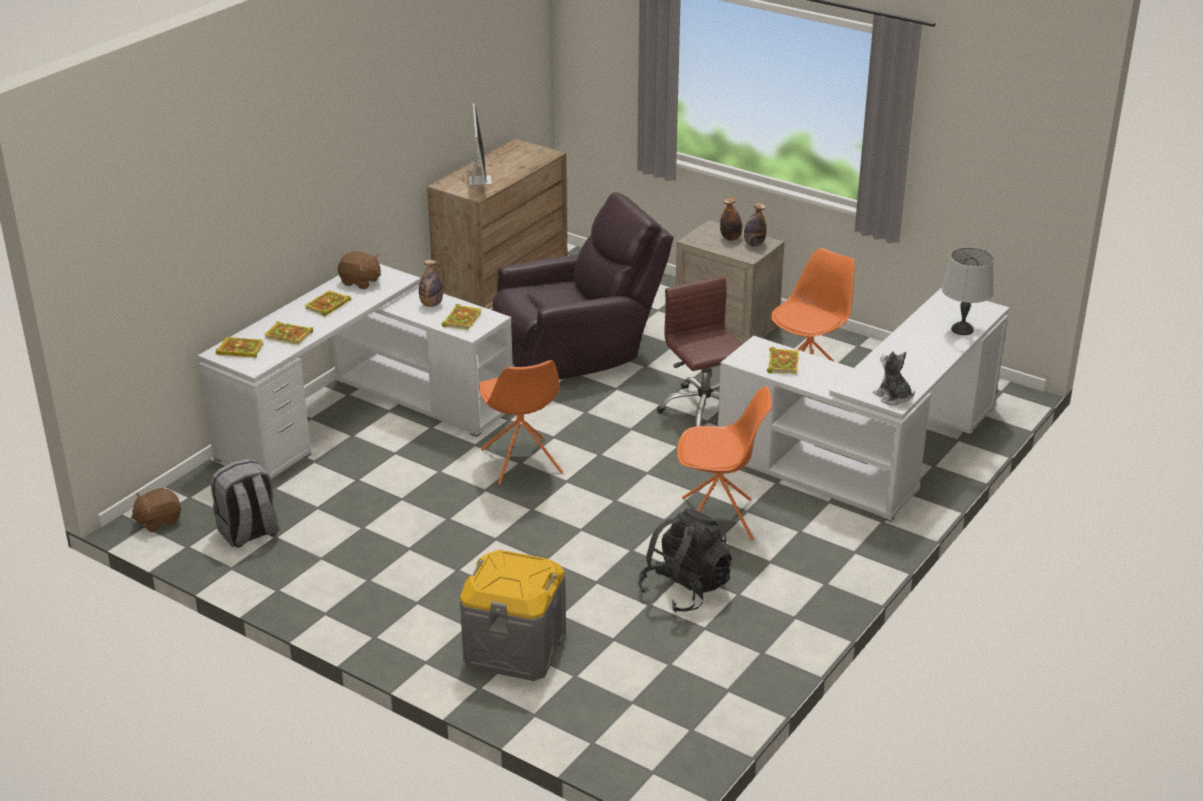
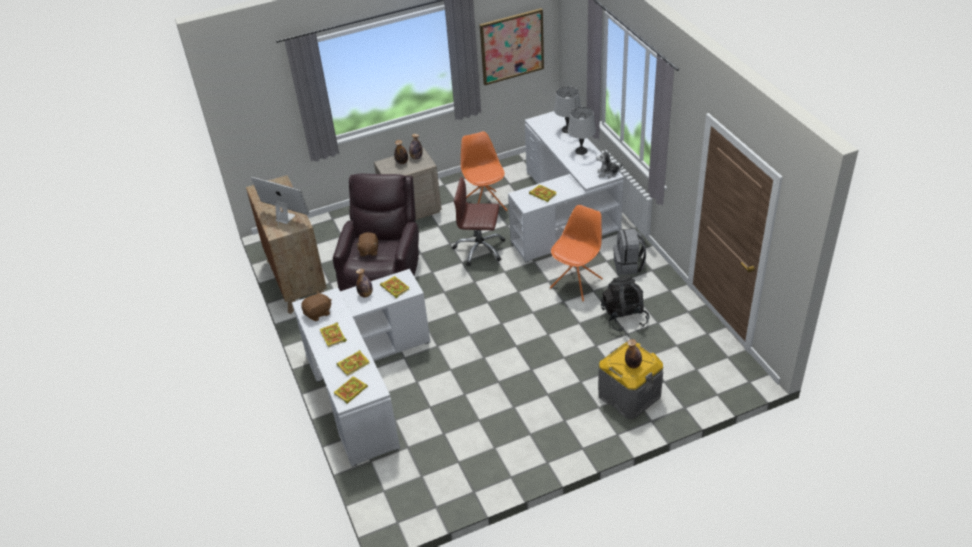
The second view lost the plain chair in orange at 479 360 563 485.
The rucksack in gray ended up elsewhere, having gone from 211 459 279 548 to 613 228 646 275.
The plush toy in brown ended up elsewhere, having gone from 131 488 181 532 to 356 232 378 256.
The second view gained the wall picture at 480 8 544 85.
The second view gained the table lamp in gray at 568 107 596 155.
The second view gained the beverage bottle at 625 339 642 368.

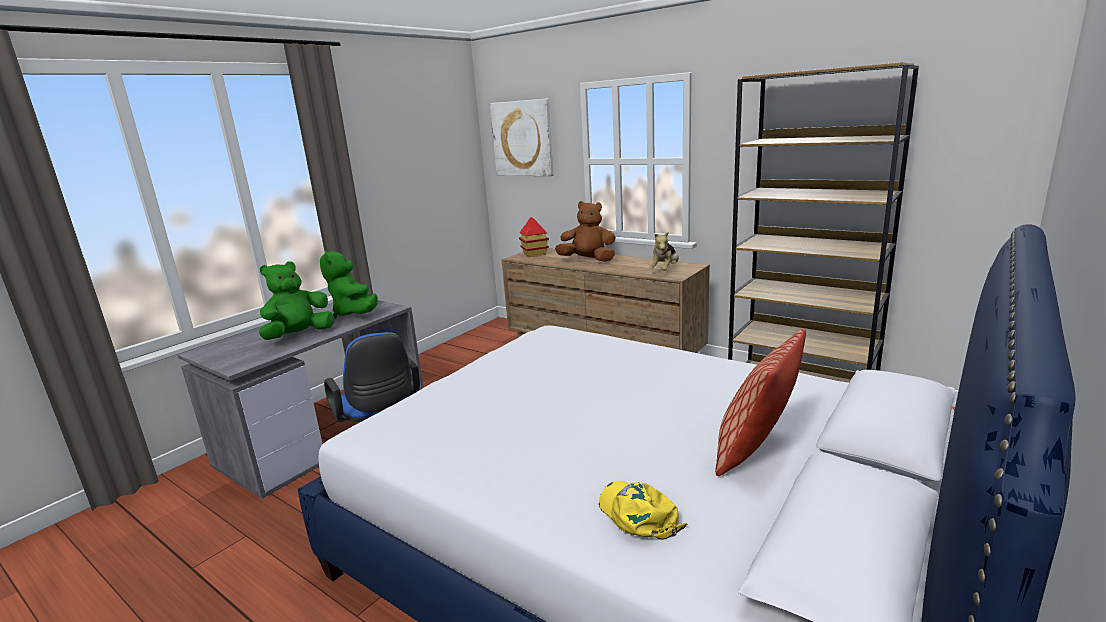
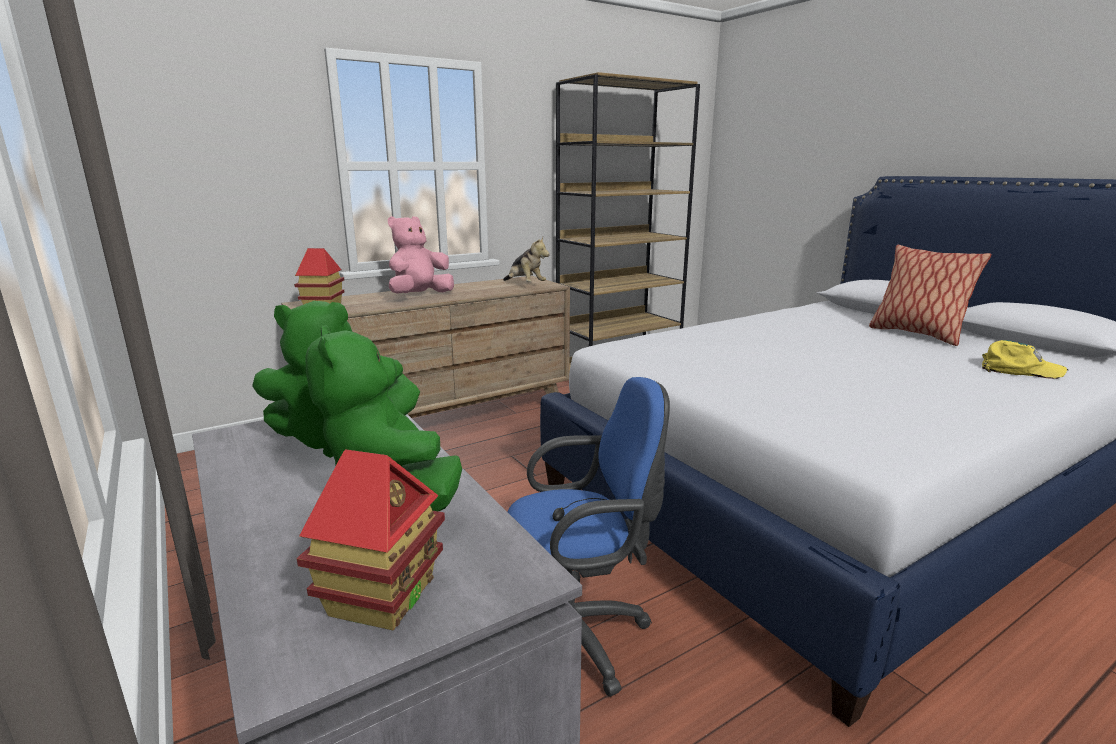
The second view lost the wall picture at 490 99 554 176.
What was the plush toy in brown at 555 201 616 262 turned into the plush toy in pink-coloured at 388 216 454 294.
The cap in yellow at 599 481 687 540 ended up facing another way, 150 degrees counterclockwise from before.
The second view gained the model house at 297 449 445 630.

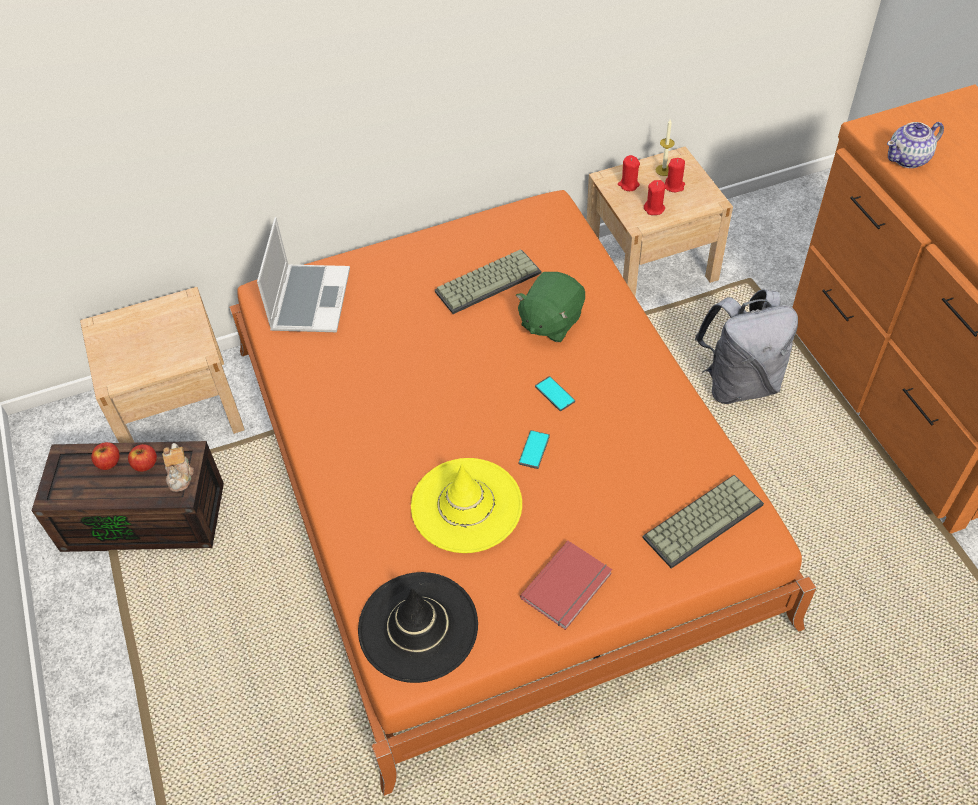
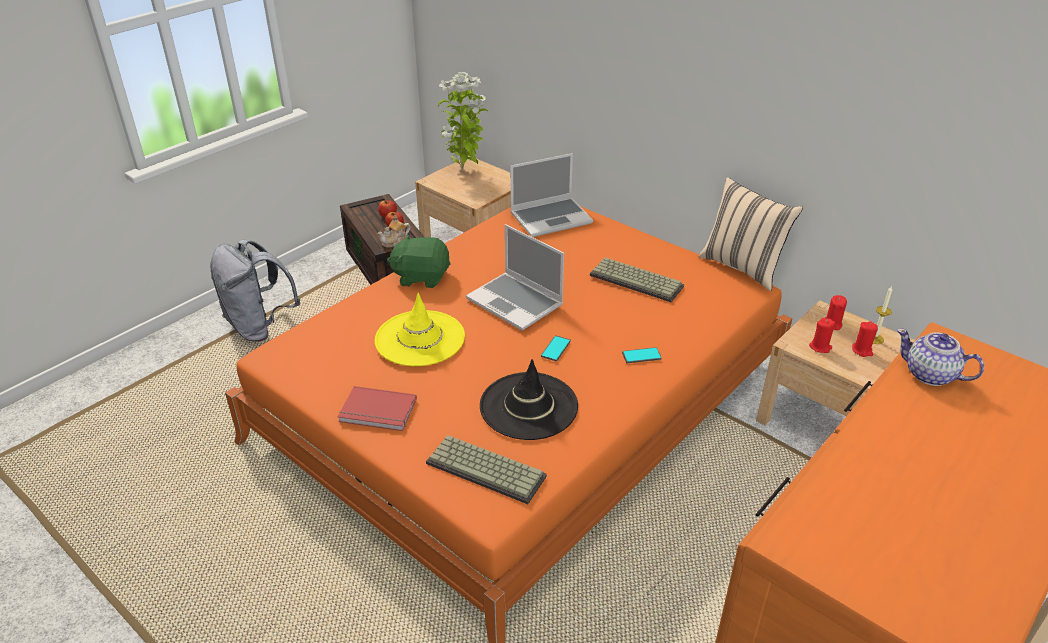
The plush toy in greenish ended up elsewhere, having gone from 516 272 585 342 to 387 234 451 288.
The rucksack in gray ended up elsewhere, having gone from 695 289 798 404 to 211 240 300 342.
The telephone ended up elsewhere, having gone from 519 430 550 469 to 622 347 662 363.
The hat in blackish ended up elsewhere, having gone from 358 572 478 683 to 480 359 578 440.
The second view gained the potted plant at 438 72 488 172.
The second view gained the throw pillow in sand-coloured at 699 177 803 291.
The second view gained the portable computer at 466 224 564 331.

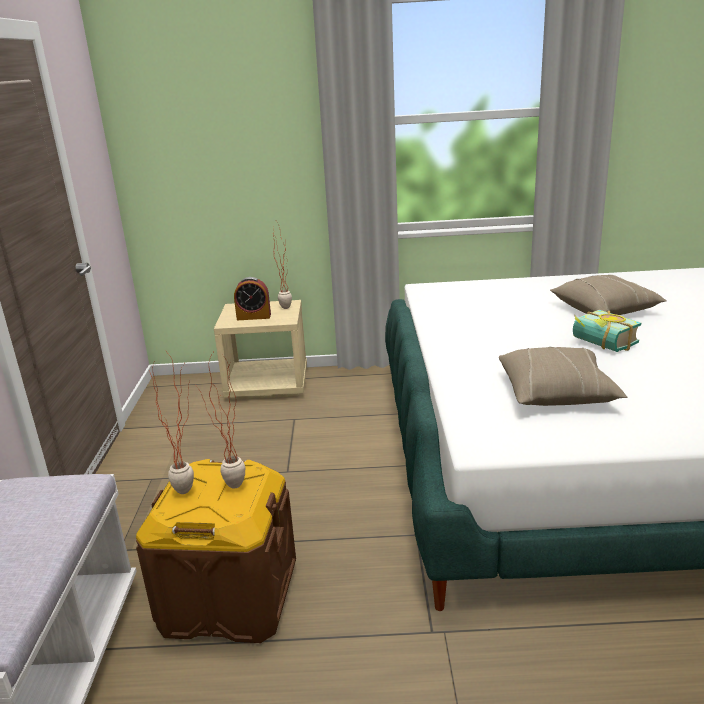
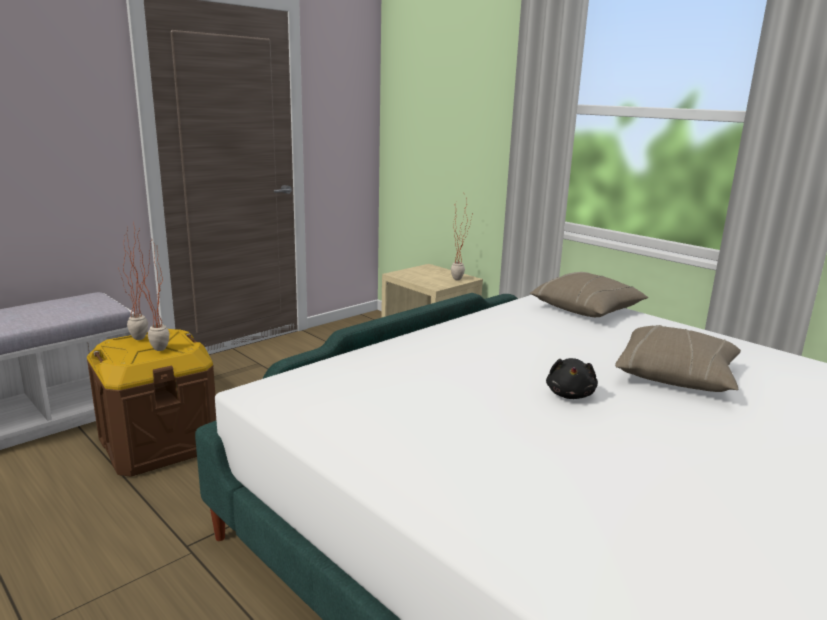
The second view lost the table clock at 234 277 271 320.
Where the volume stood at 573 310 641 352, the plush toy in blackish came to stand at 546 358 598 399.
The throw pillow in sand-coloured ended up elsewhere, having gone from 499 347 627 406 to 530 272 648 317.

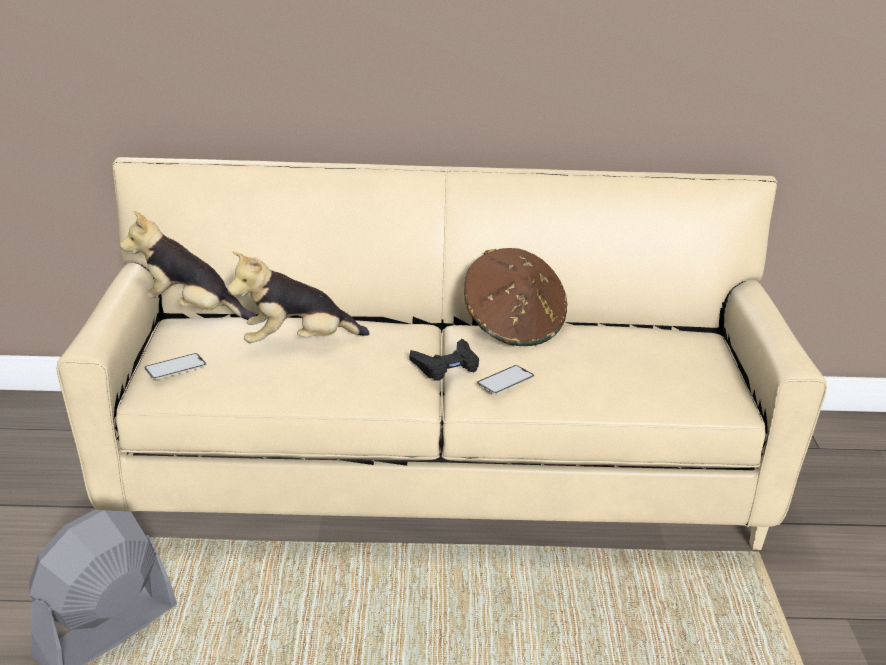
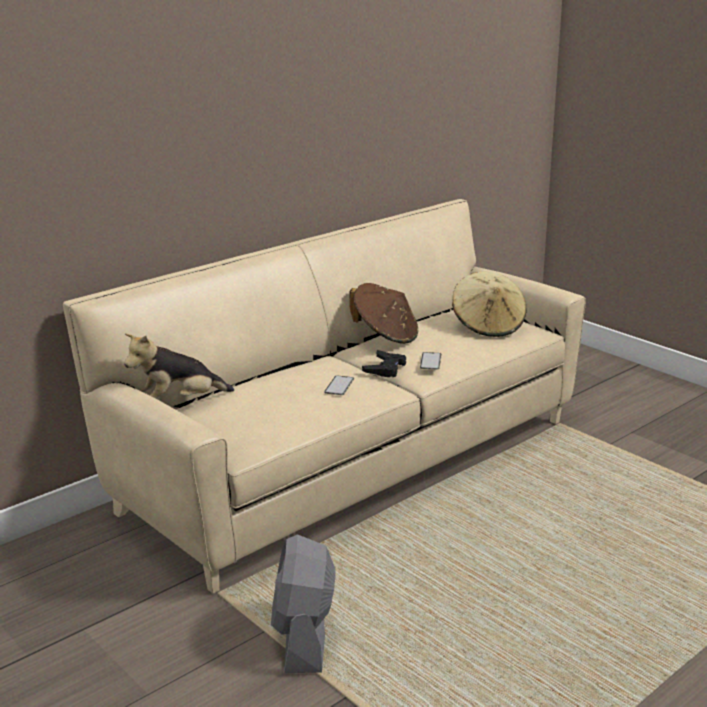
The second view lost the plush toy at 227 251 370 343.
The telephone ended up elsewhere, having gone from 144 353 206 380 to 324 376 354 395.
The second view gained the hat in sand-coloured at 452 271 527 337.

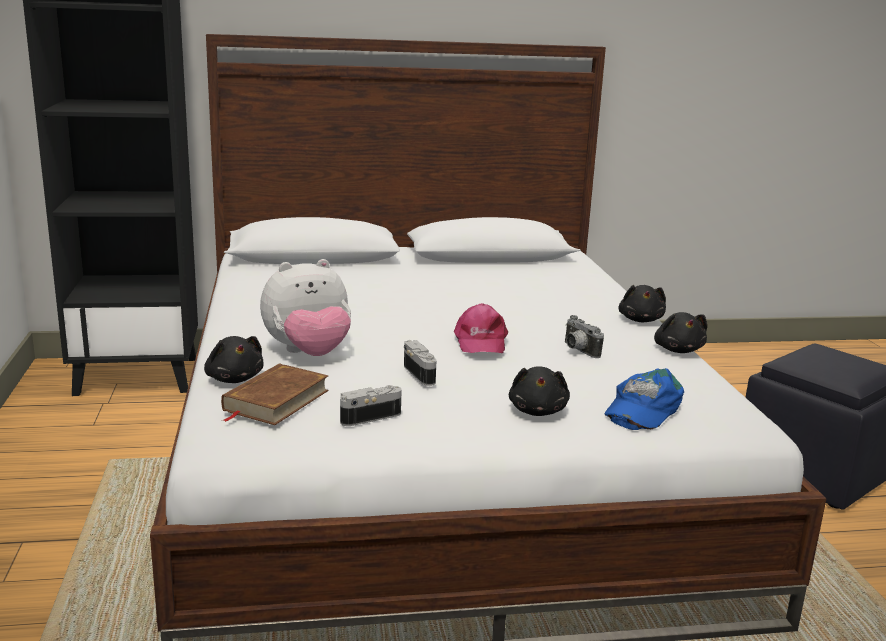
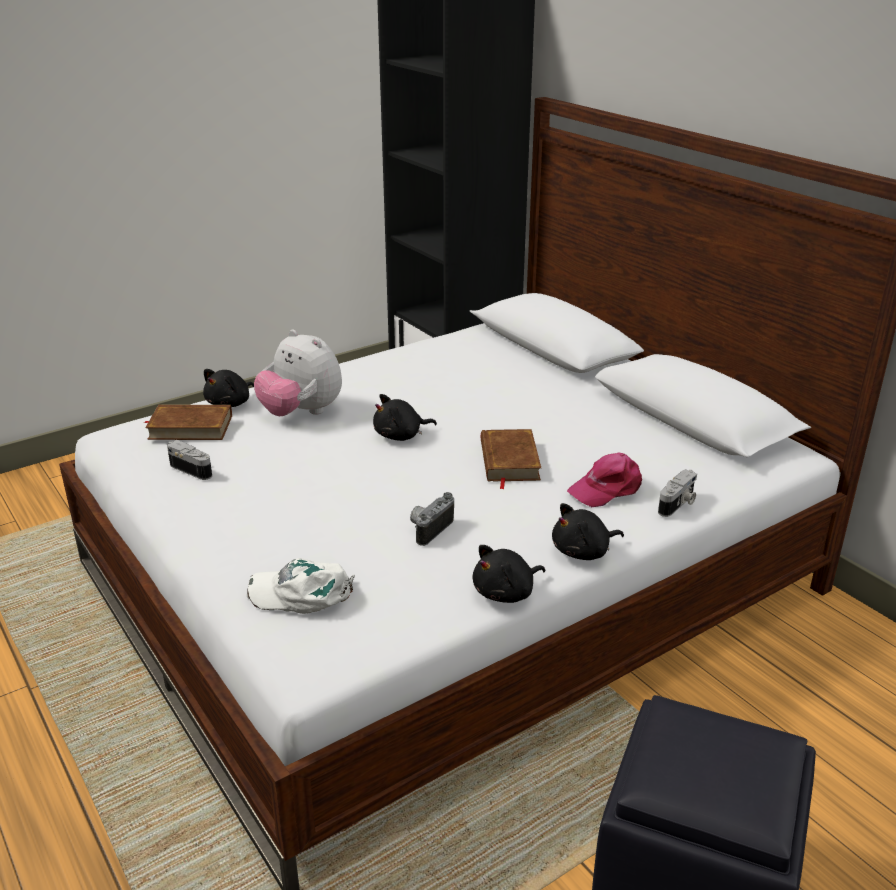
The cap in pink-coloured ended up elsewhere, having gone from 454 303 508 353 to 567 452 642 507.
The still camera ended up elsewhere, having gone from 404 340 437 386 to 658 469 697 517.
The plush toy in blackish ended up elsewhere, having gone from 509 366 570 416 to 373 394 437 441.
What was the cap in blue-coloured at 604 368 684 430 turned into the cap in white at 247 558 355 614.
The second view gained the volume in brown at 481 429 541 489.

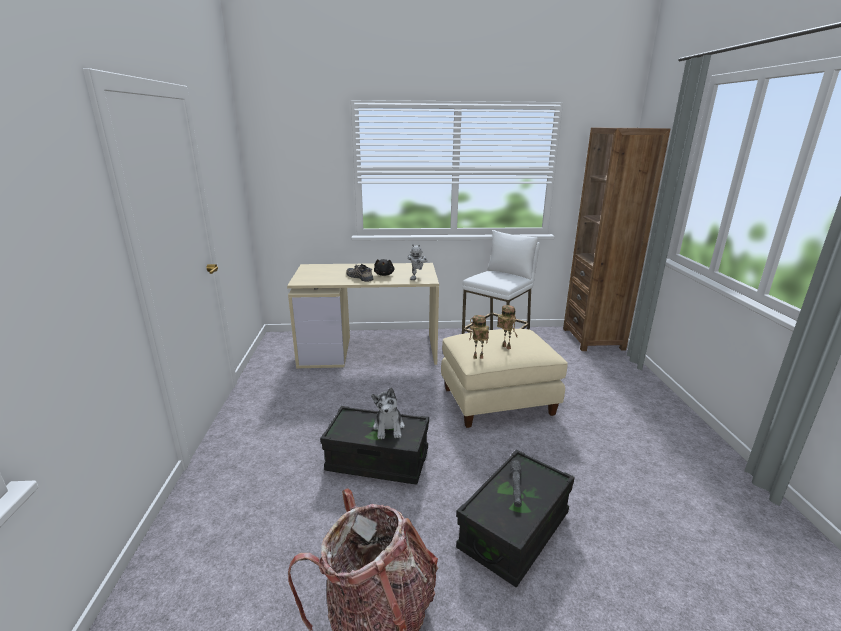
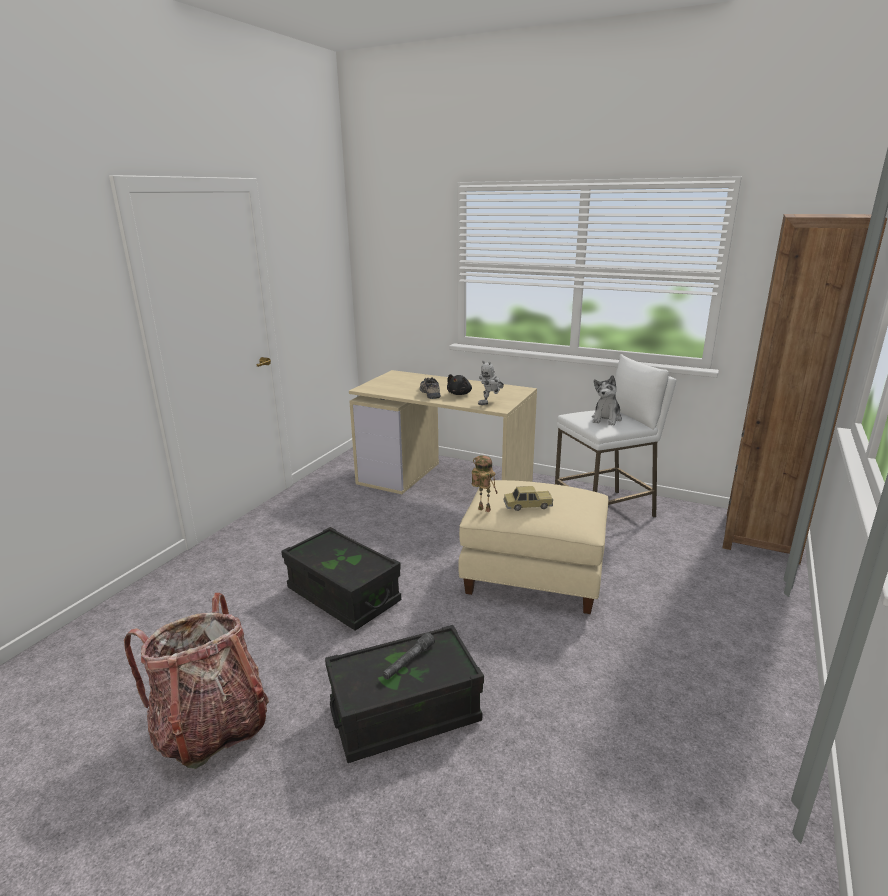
Where the robot figure stood at 497 305 517 350, the toy car came to stand at 503 486 553 511.
The plush toy ended up elsewhere, having gone from 371 388 405 439 to 592 375 622 426.

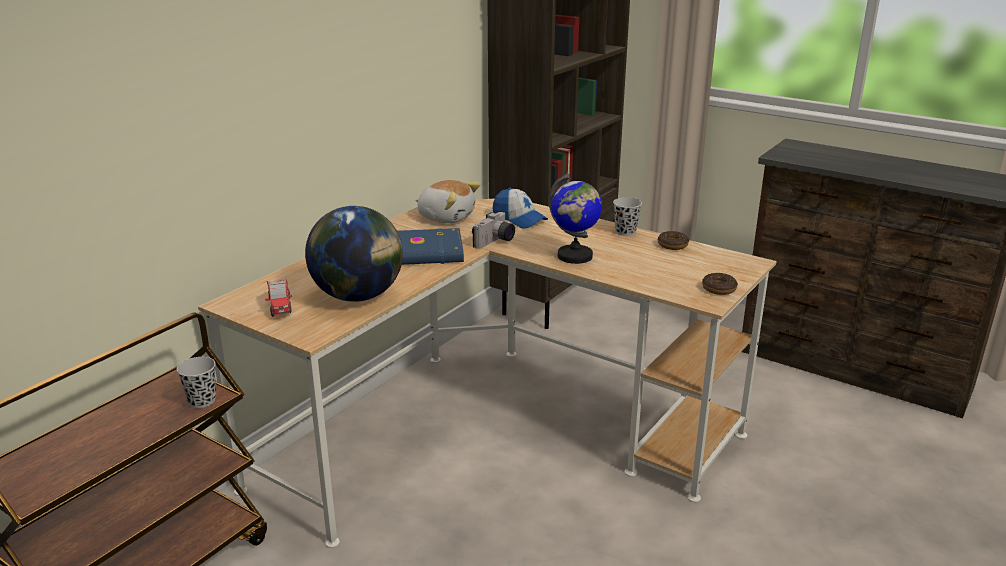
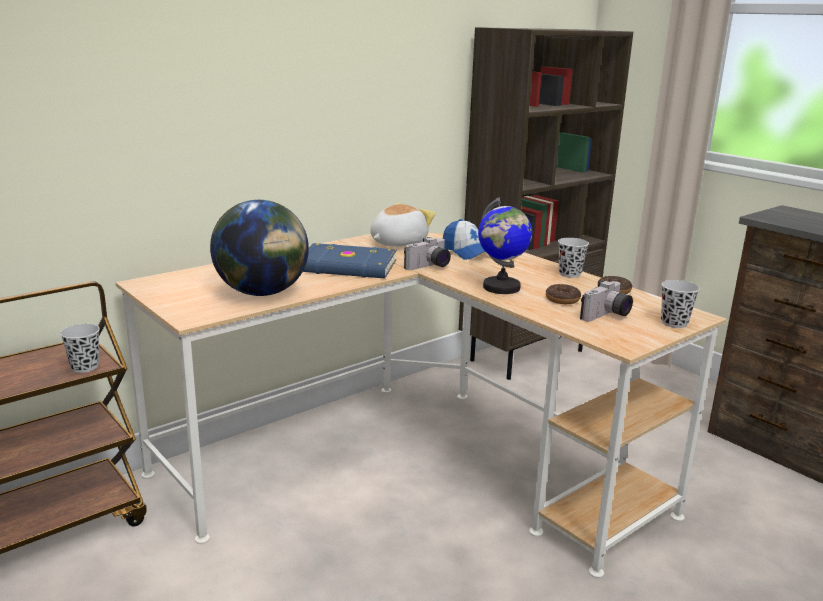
The plush toy at 415 180 480 223 ended up facing another way, 90 degrees counterclockwise from before.
The doughnut ended up elsewhere, having gone from 702 273 738 295 to 546 284 581 304.
The second view lost the toy car at 265 279 292 317.
The second view gained the still camera at 580 280 633 322.
The second view gained the drinking cup in blackish at 661 280 700 328.

